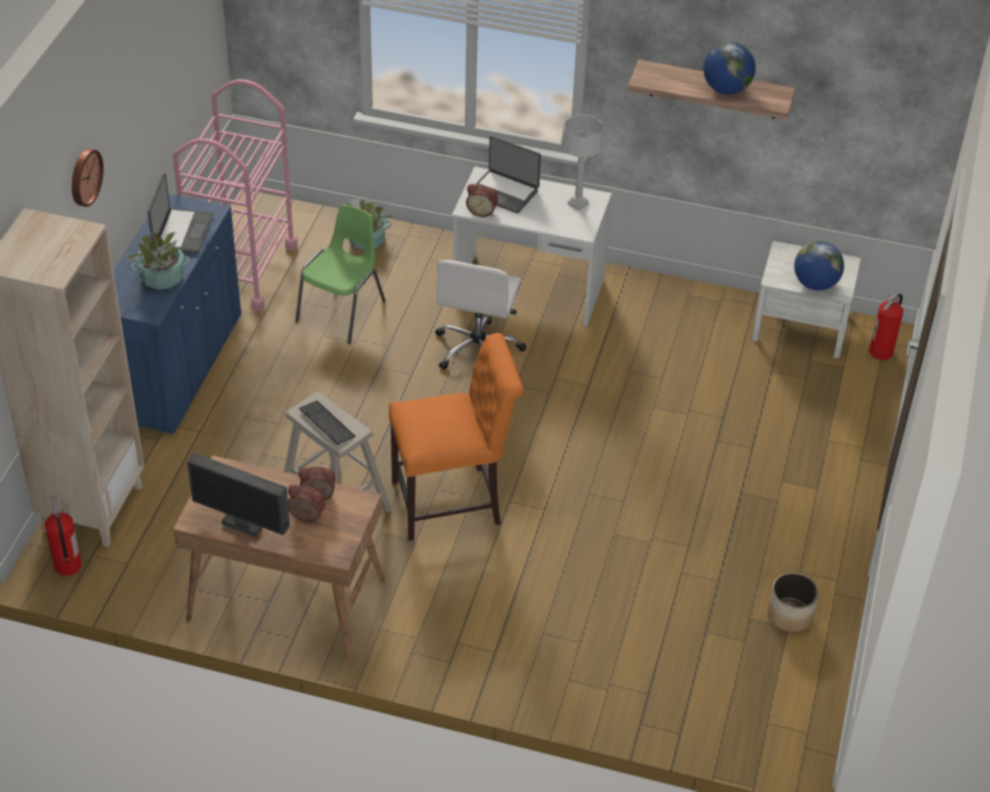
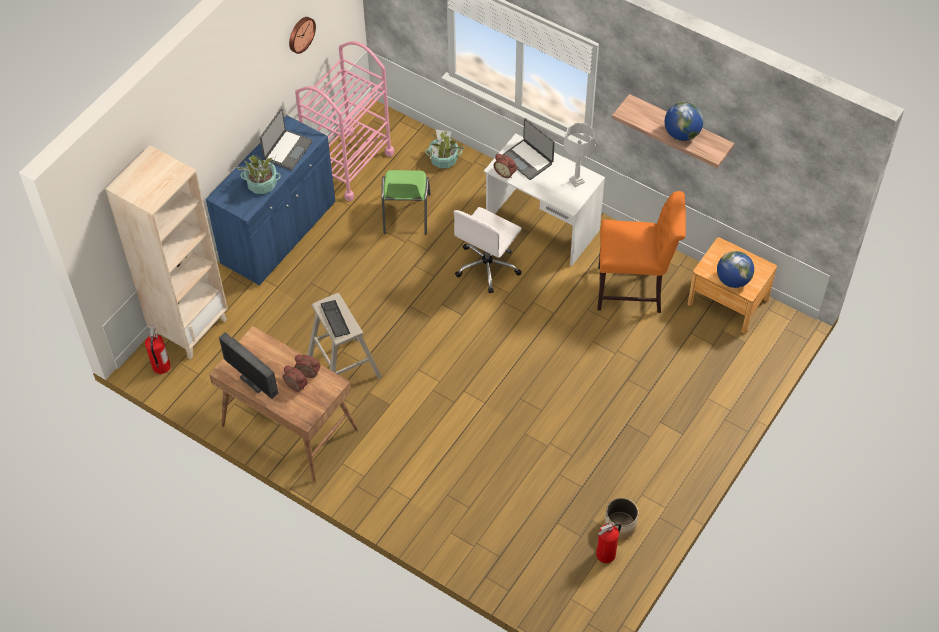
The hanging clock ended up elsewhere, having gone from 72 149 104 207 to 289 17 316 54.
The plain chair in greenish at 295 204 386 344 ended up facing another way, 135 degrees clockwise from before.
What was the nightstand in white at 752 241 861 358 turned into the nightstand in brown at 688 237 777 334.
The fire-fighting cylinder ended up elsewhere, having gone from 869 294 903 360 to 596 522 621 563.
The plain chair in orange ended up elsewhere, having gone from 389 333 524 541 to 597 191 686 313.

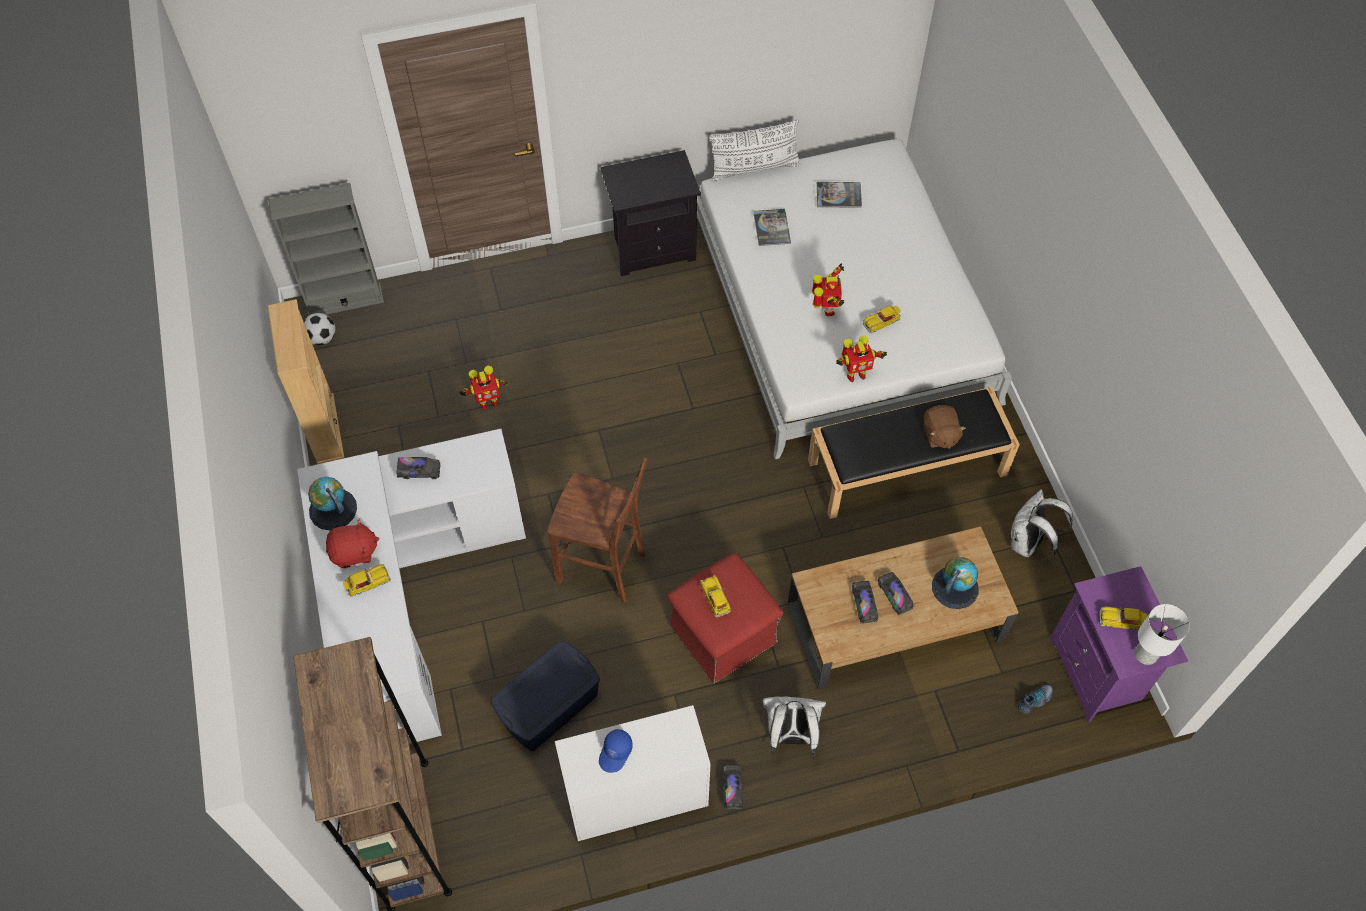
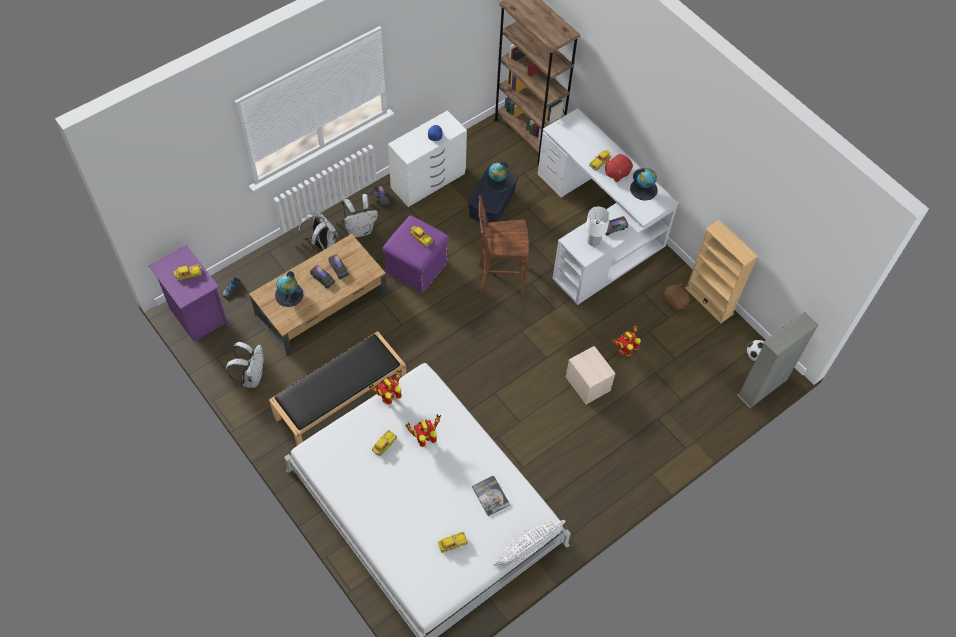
The second view lost the nightstand in blackish at 600 150 701 276.
Where the volume stood at 817 182 862 208, the toy car came to stand at 438 532 468 553.
The robot figure at 812 263 845 316 ended up facing another way, 90 degrees clockwise from before.
The plush toy in brown ended up elsewhere, having gone from 924 405 966 449 to 663 283 690 311.
What was the footrest in reddish at 667 552 783 684 turned into the footrest in purple at 382 215 450 293.
The table lamp in white ended up elsewhere, having gone from 1134 604 1190 665 to 586 207 610 246.
The second view gained the desk globe at 484 161 510 193.
The second view gained the rucksack in white at 298 210 338 253.
The second view gained the storage box in sand-coloured at 565 346 616 404.

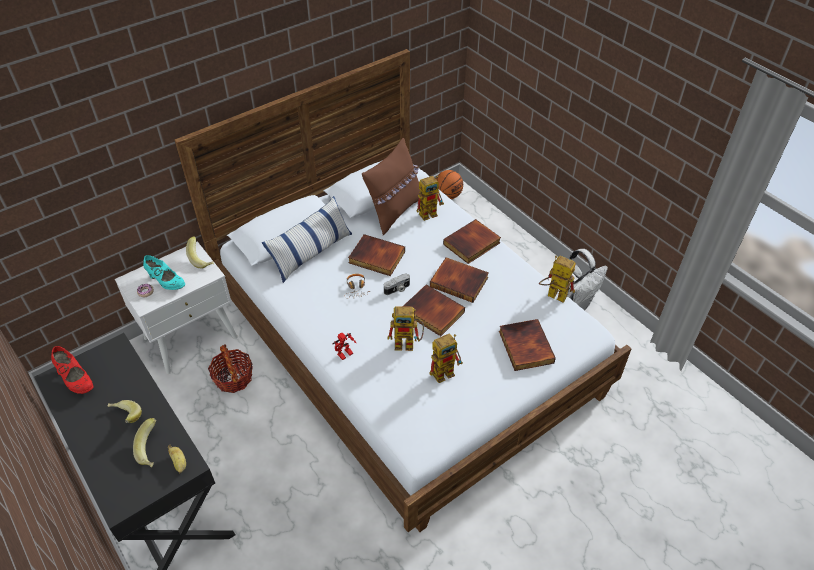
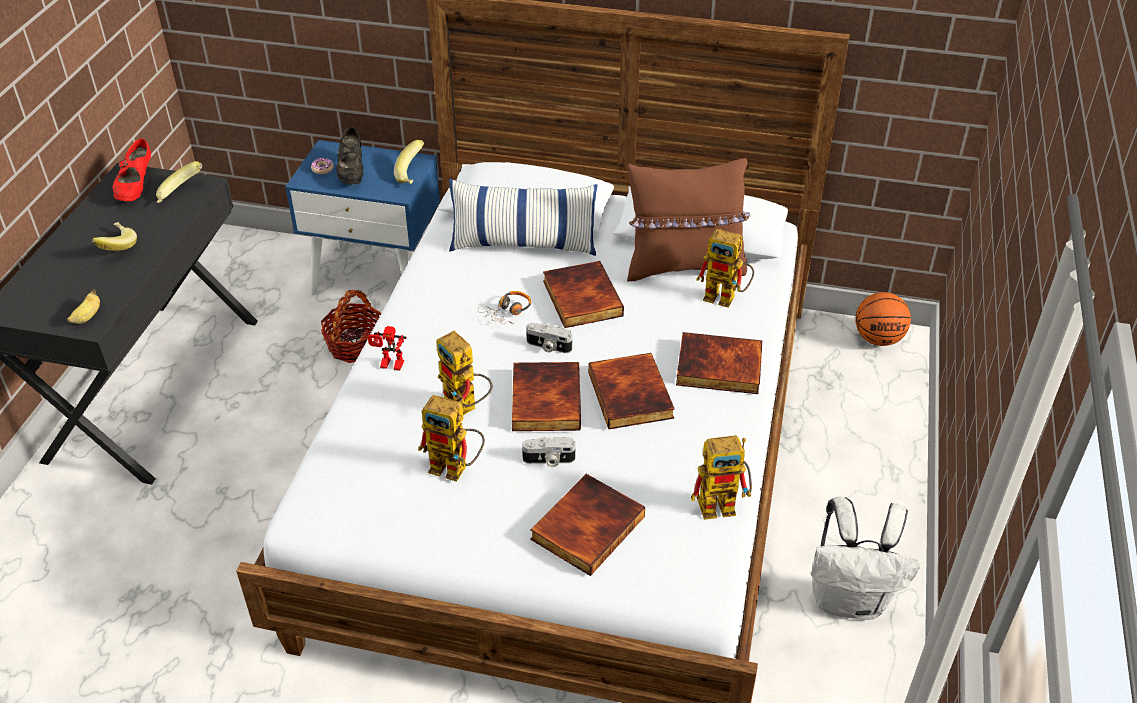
What was the nightstand in white at 115 241 238 374 turned into the nightstand in blue-coloured at 285 140 440 295.
What was the item of footwear in turquoise-coloured at 143 255 185 290 turned into the item of footwear in blackish at 336 127 363 185.
The robot figure at 539 256 576 303 ended up facing another way, 90 degrees clockwise from before.
The whole banana ended up elsewhere, having gone from 133 418 156 467 to 156 161 202 203.
The second view gained the still camera at 522 437 576 467.

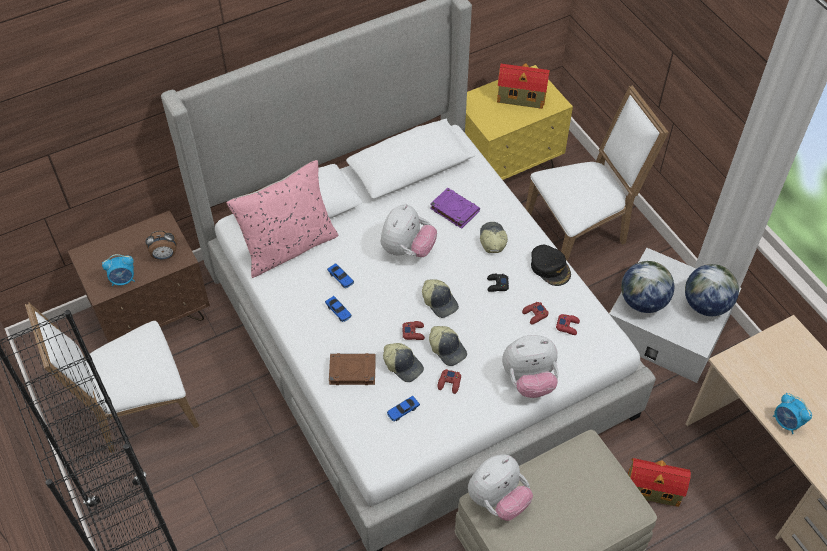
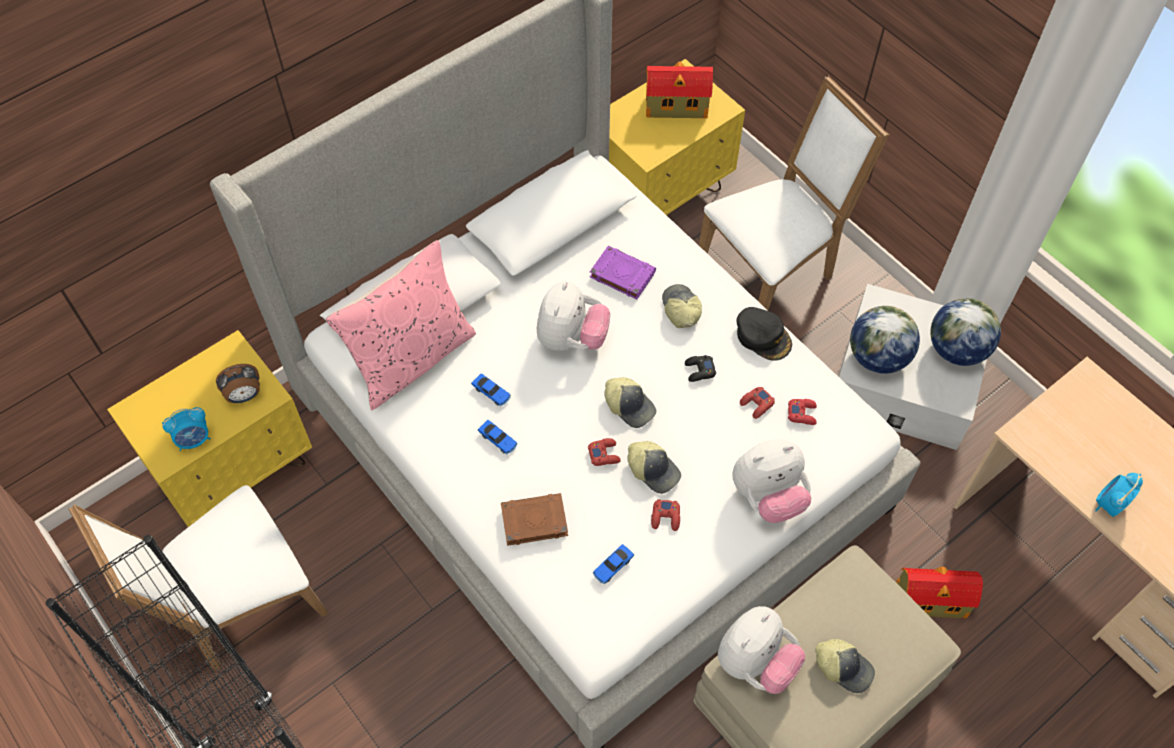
What was the nightstand in brown at 68 210 210 343 turned into the nightstand in yellow at 107 330 312 527.
The cap ended up elsewhere, having gone from 383 343 424 382 to 815 639 875 693.
The table clock at 773 393 812 434 ended up facing another way, 90 degrees clockwise from before.

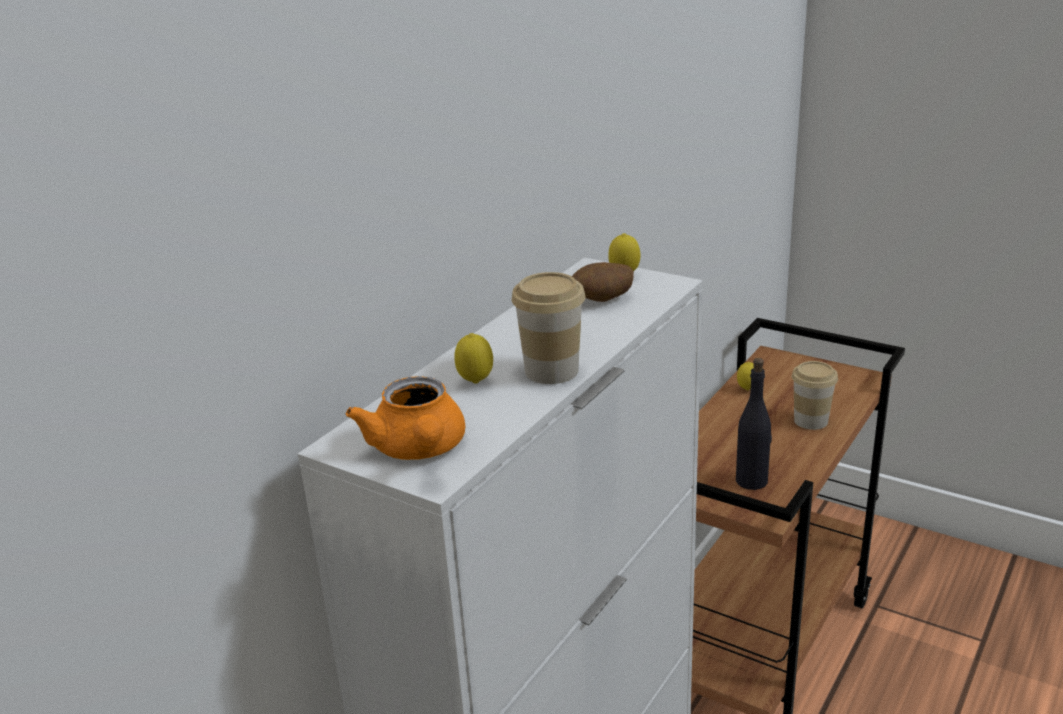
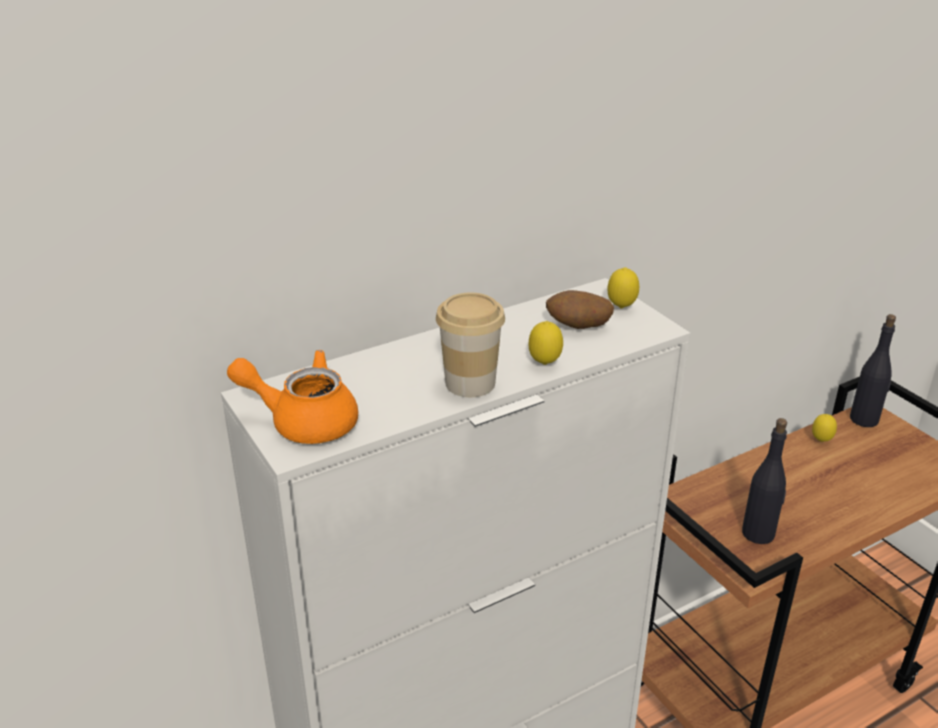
The whole lemon ended up elsewhere, having gone from 454 333 493 384 to 529 321 563 365.
The second view lost the drinking cup at 792 361 838 430.
The tea pot in orange at 346 376 465 460 ended up facing another way, 90 degrees clockwise from before.
The second view gained the beverage bottle in blackish at 850 314 896 427.

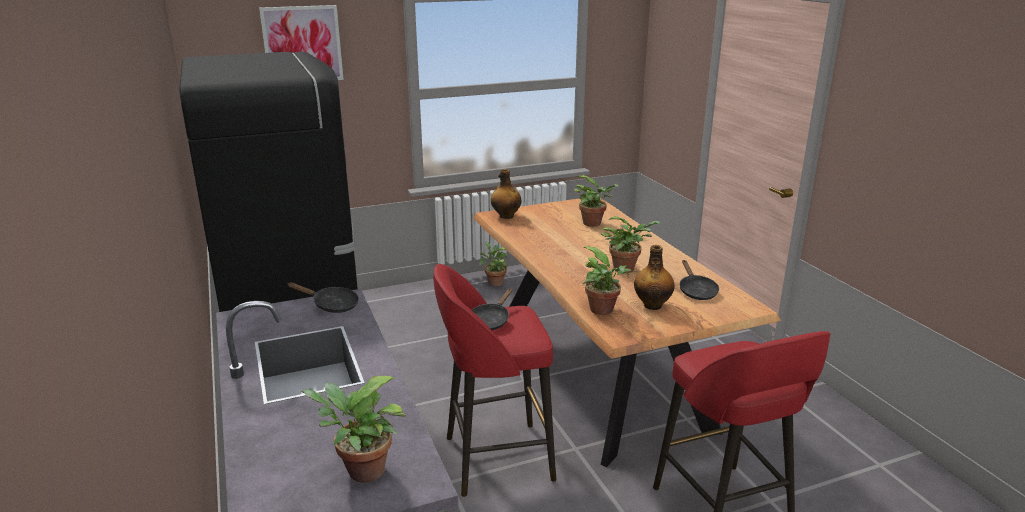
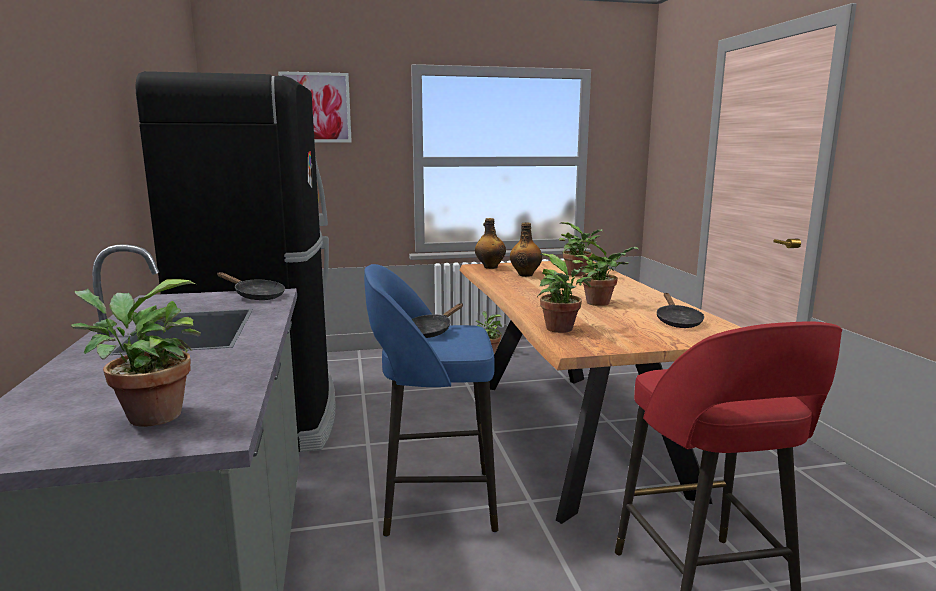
The beverage bottle ended up elsewhere, having gone from 634 245 675 310 to 510 223 542 277.
What was the stool seat in reddish at 433 264 557 497 turned into the stool seat in blue-coloured at 364 264 498 537.

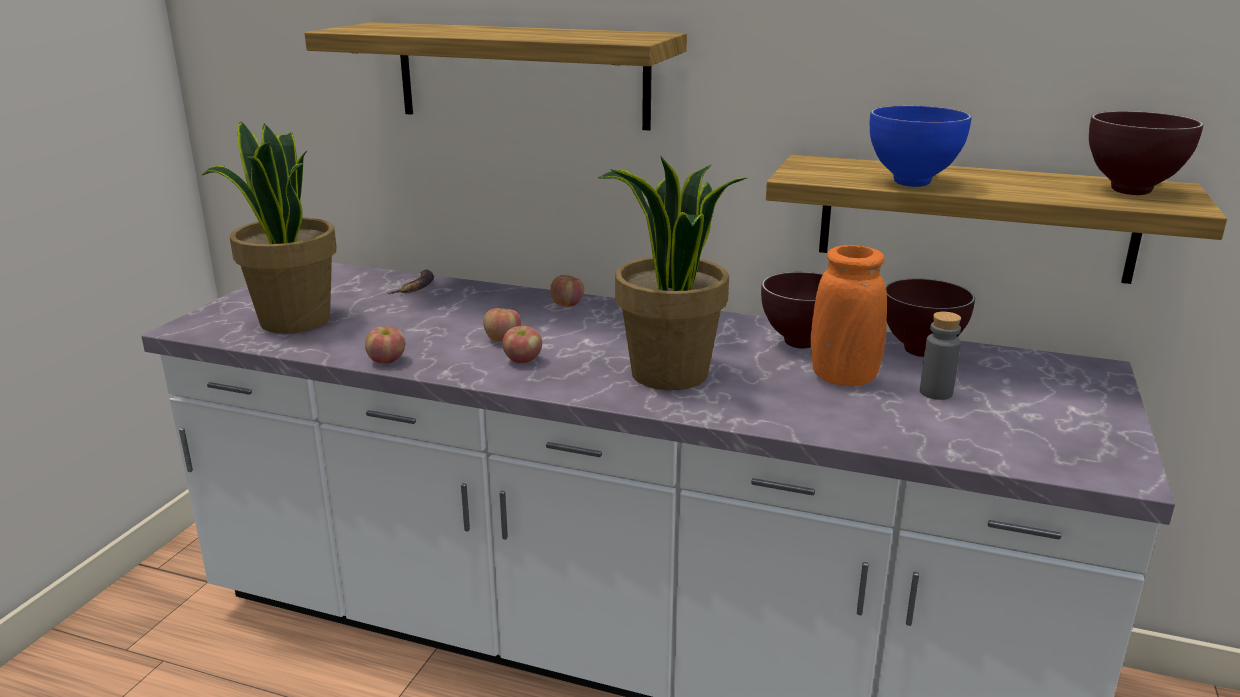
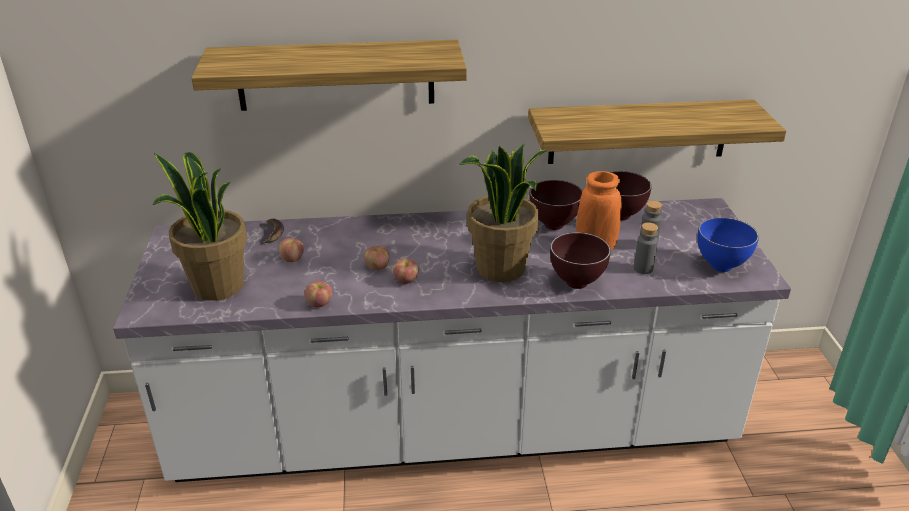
The bowl in blue-coloured ended up elsewhere, having gone from 870 106 972 187 to 697 217 759 272.
The bowl in brown ended up elsewhere, having gone from 1089 111 1204 195 to 550 232 611 289.
The whole apple ended up elsewhere, having gone from 550 275 584 307 to 279 238 304 262.
The second view gained the beverage bottle in gray at 634 222 658 274.

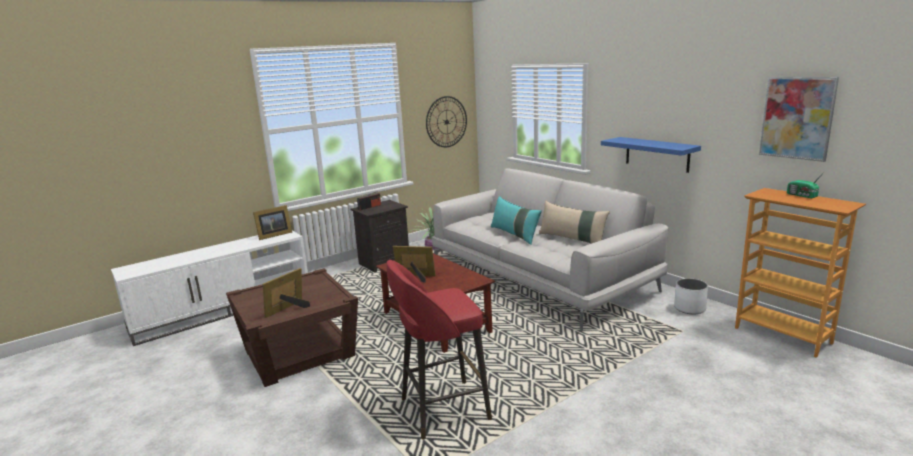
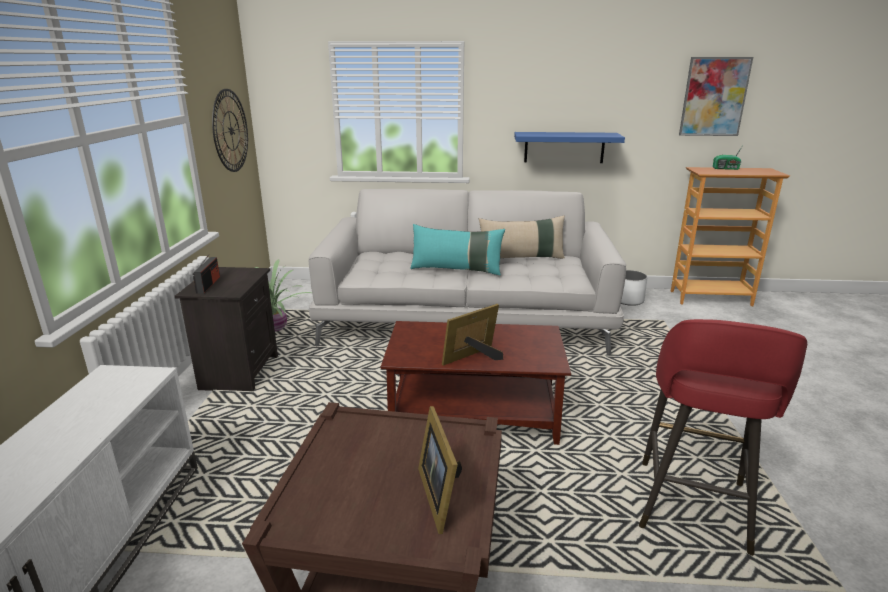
The second view lost the photo frame at 253 205 292 240.

